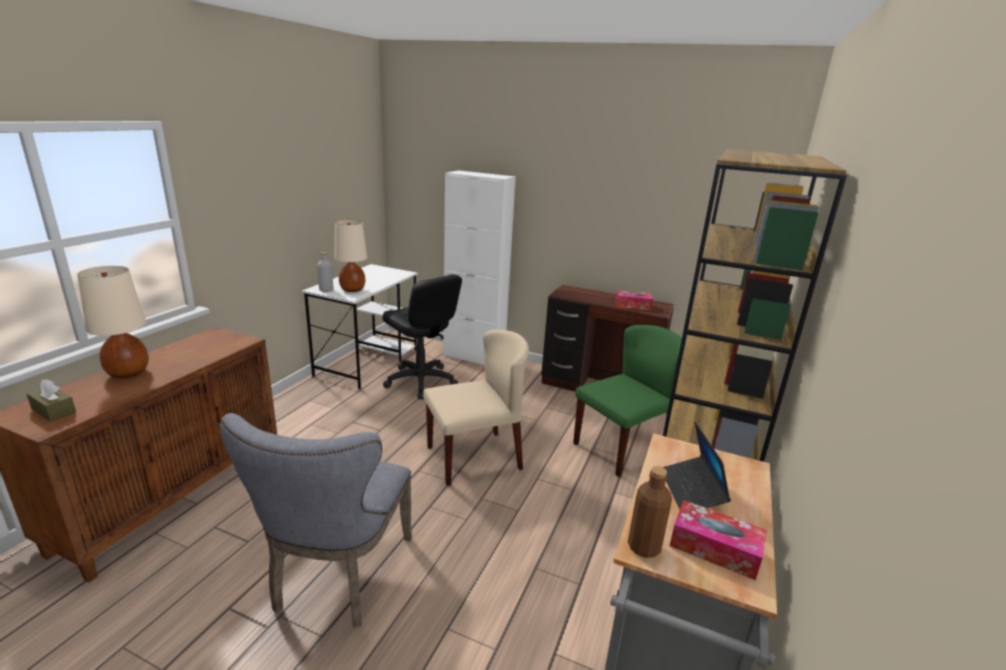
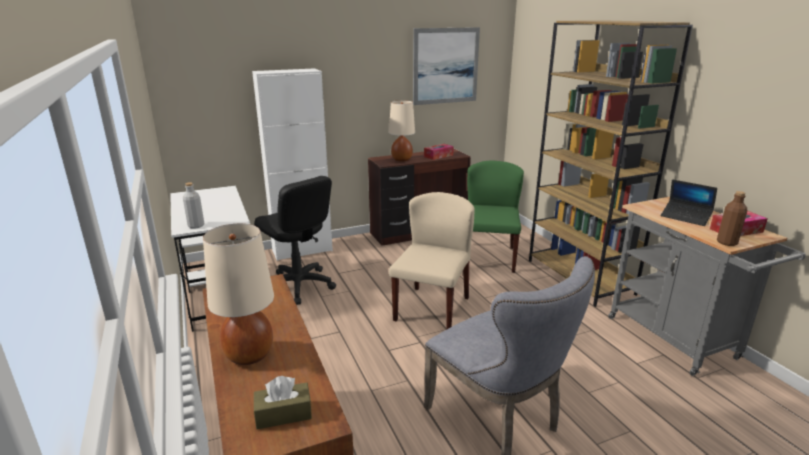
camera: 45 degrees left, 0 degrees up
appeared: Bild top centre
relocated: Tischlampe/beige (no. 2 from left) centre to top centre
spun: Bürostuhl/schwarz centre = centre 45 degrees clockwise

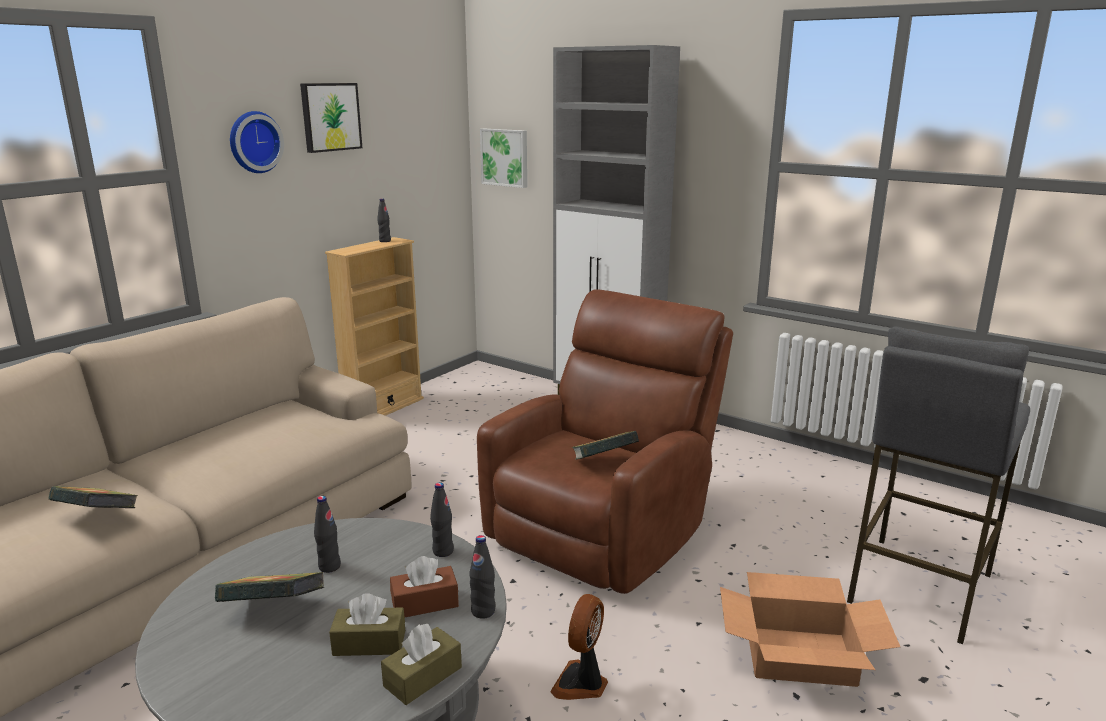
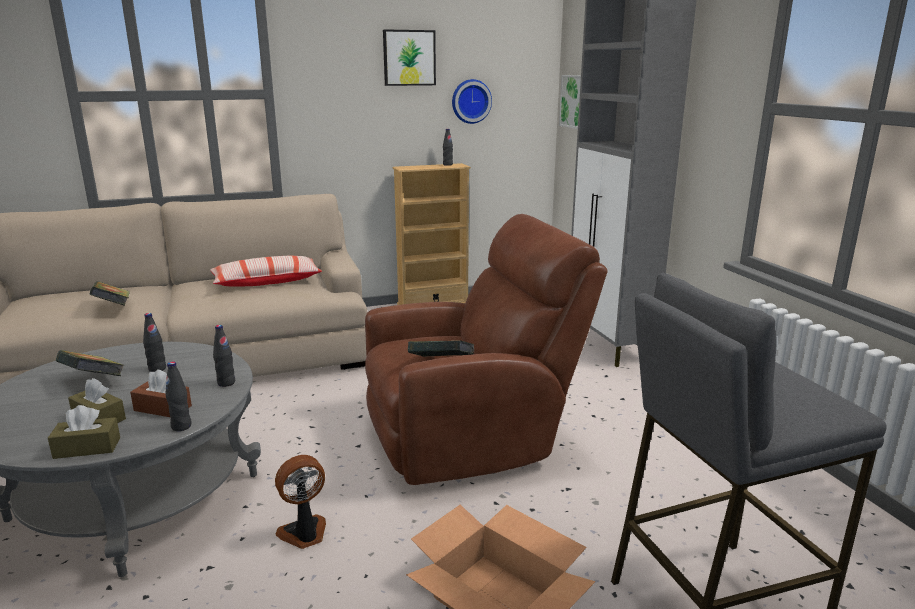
camera: 35 degrees right, 0 degrees up
appeared: Kissen middle left
relocated: Wanduhr top left to top centre

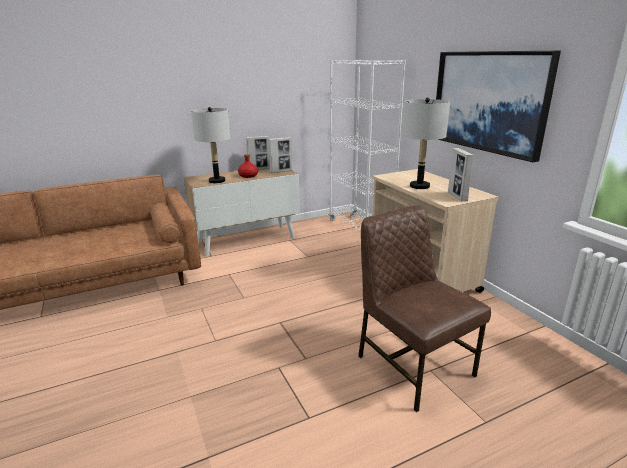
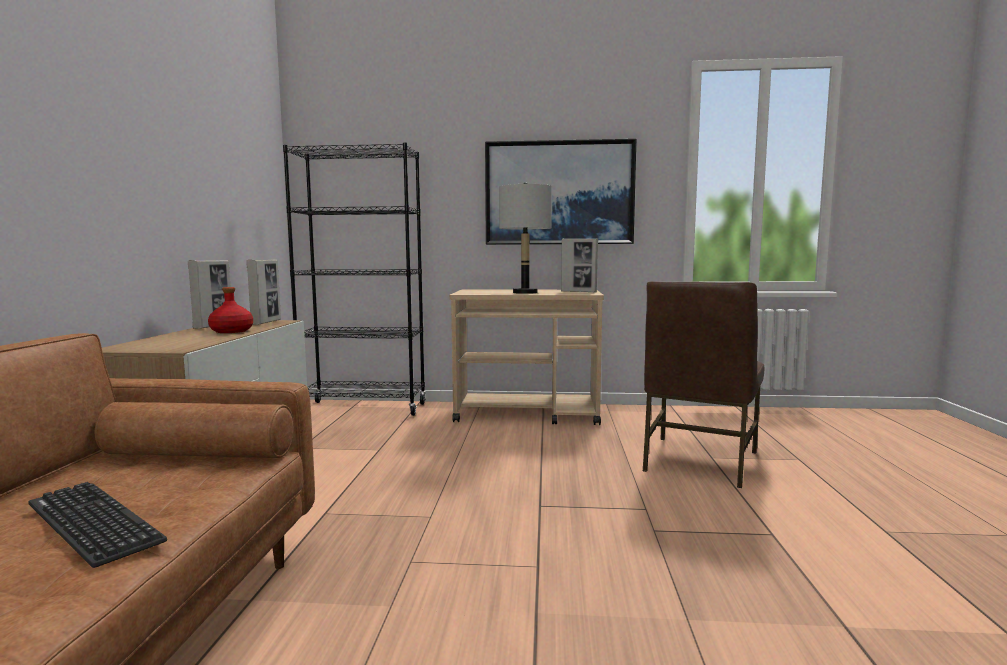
camera: 60 degrees left, 15 degrees down
missing: Tischlampe/grau (no. 1 from left) top centre
appeared: Tastatur bottom left
colour: Bücherregal/weiß top centre to Bücherregal/schwarz centre
spun: Stuhl/braun middle right = middle right 60 degrees counterclockwise

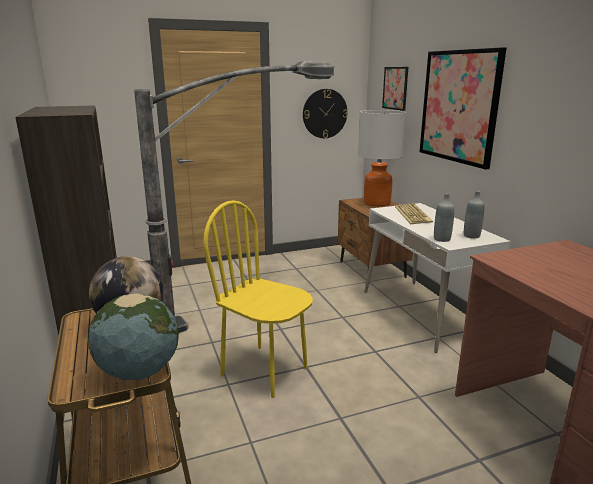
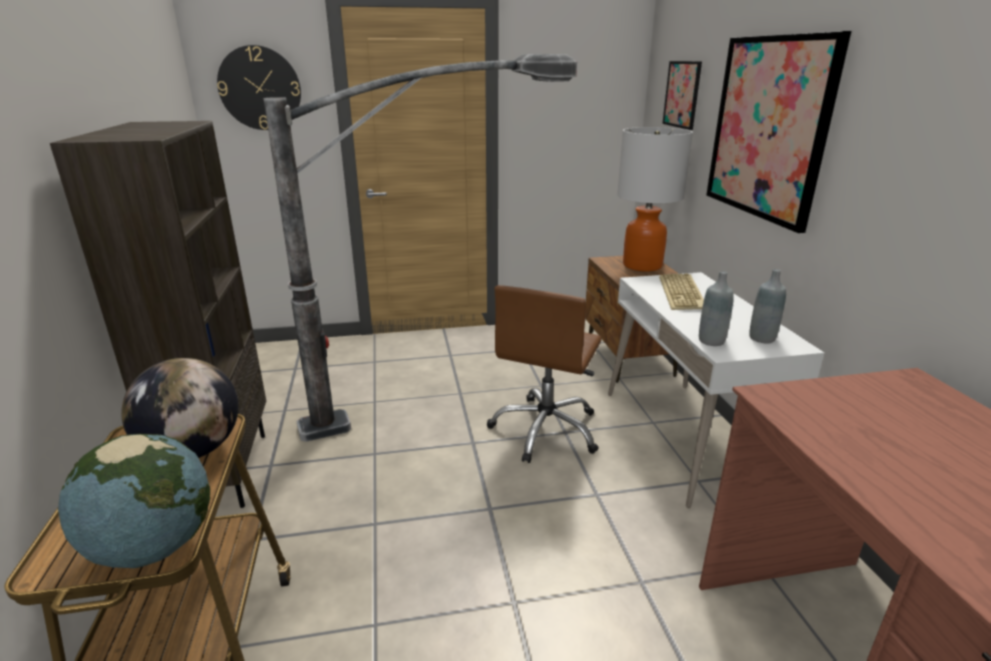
camera: 10 degrees right, 5 degrees up
missing: Stuhl/gelb centre
appeared: Bürostuhl/braun centre
relocated: Wanduhr top centre to top left

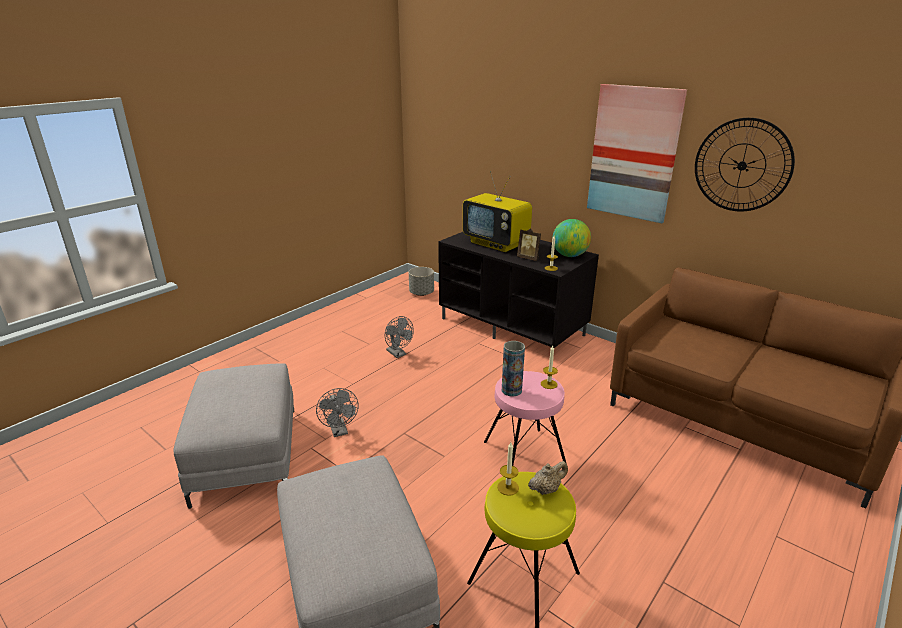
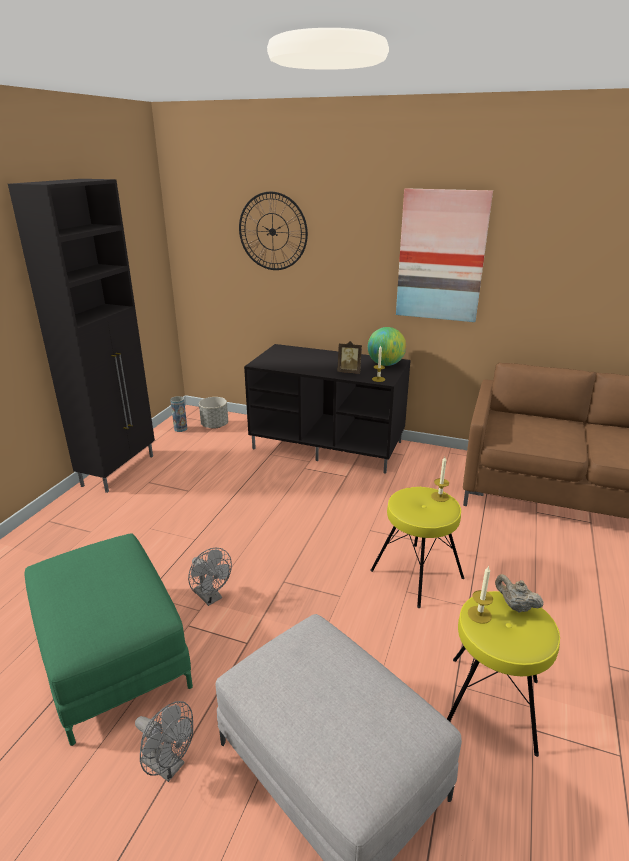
camera: 20 degrees left, 0 degrees up
missing: Fernseher centre
appeared: Schrank/schwarz middle left
relocated: Ventilator/grau (no. 2 from left in the first image) centre to Ventilator/grau (no. 1 from left) bottom left; Vase centre to middle left; Wanduhr top right to top centre
colour: Polsterhocker/grau (no. 1 from left) bottom left to Polsterhocker/grün bottom left; Hocker/rosa centre to Hocker/gelb (no. 1 from left) centre
spun: Teekanne/beige bottom centre = bottom right 90 degrees counterclockwise

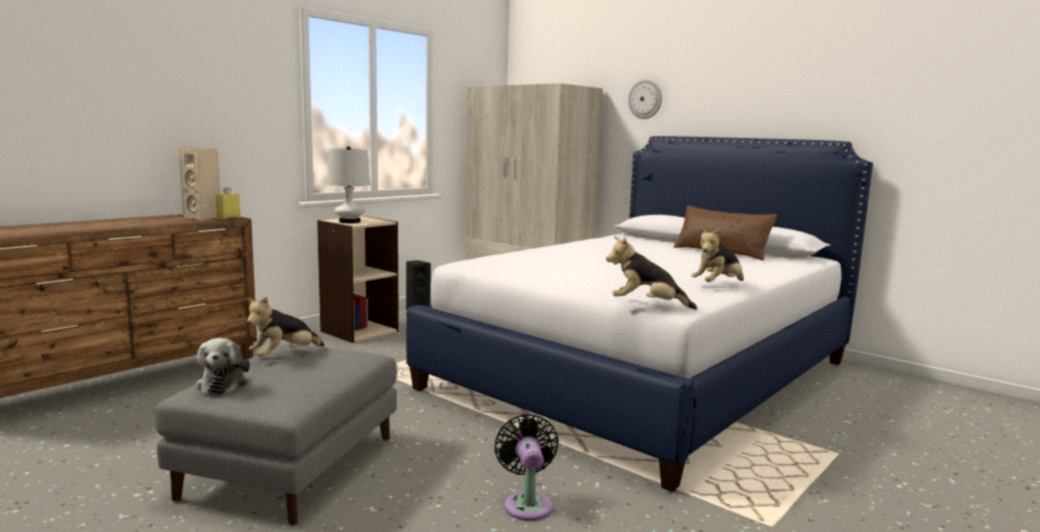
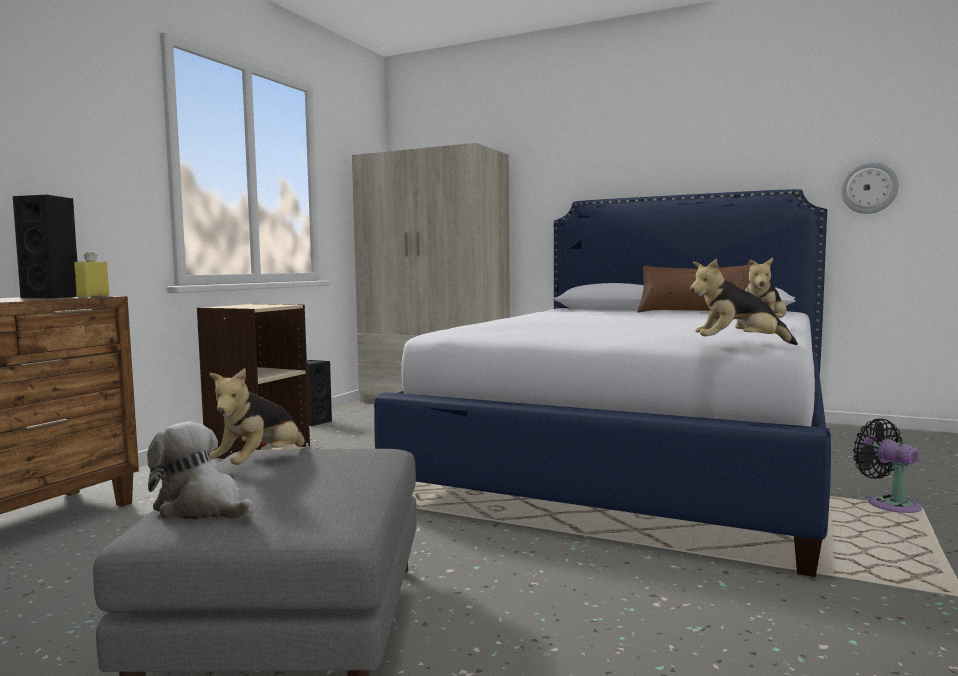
camera: 15 degrees left, 5 degrees down
missing: Tischlampe/weiß centre
relocated: Wanduhr top centre to top right; Ventilator/schwarz bottom centre to bottom right
colour: Lautsprecher/beige middle left to Lautsprecher/schwarz (no. 1 from left) middle left
spun: Plüschtier (no. 1 from left) bottom left = bottom left 150 degrees clockwise

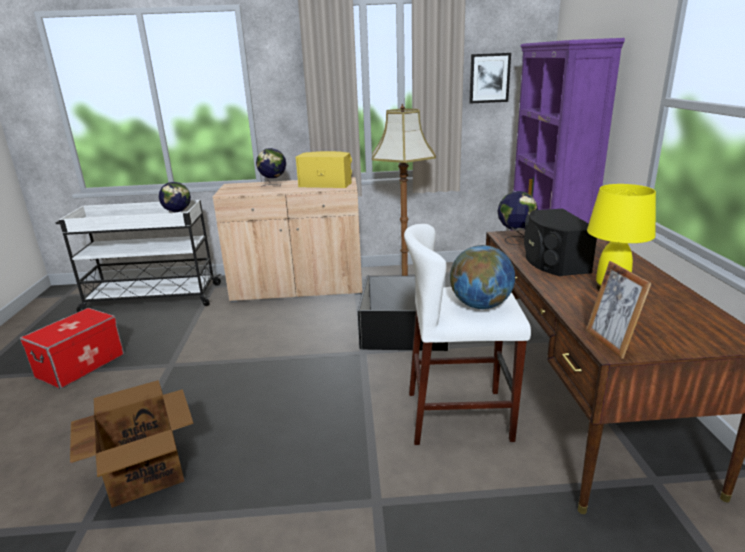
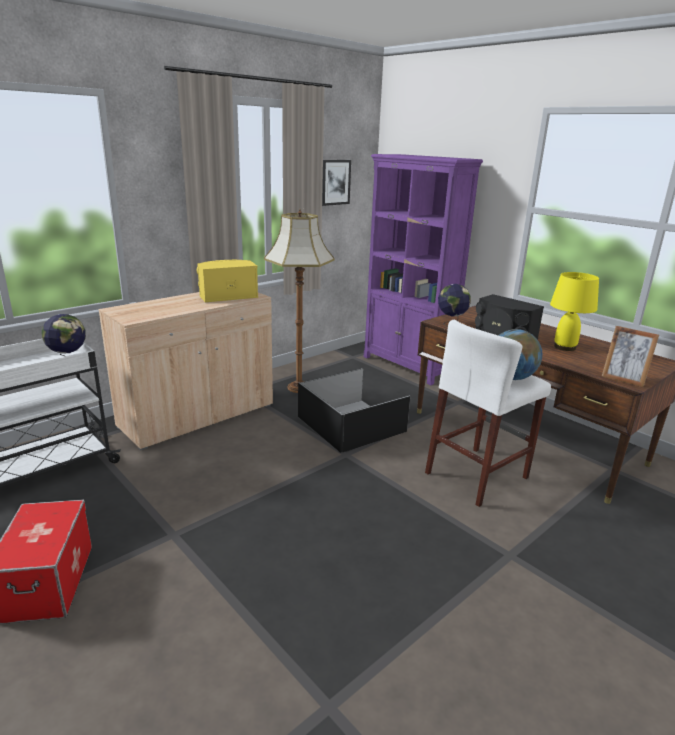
camera: 40 degrees left, 0 degrees up
missing: Karton bottom left; Globus (no. 2 from left) top centre

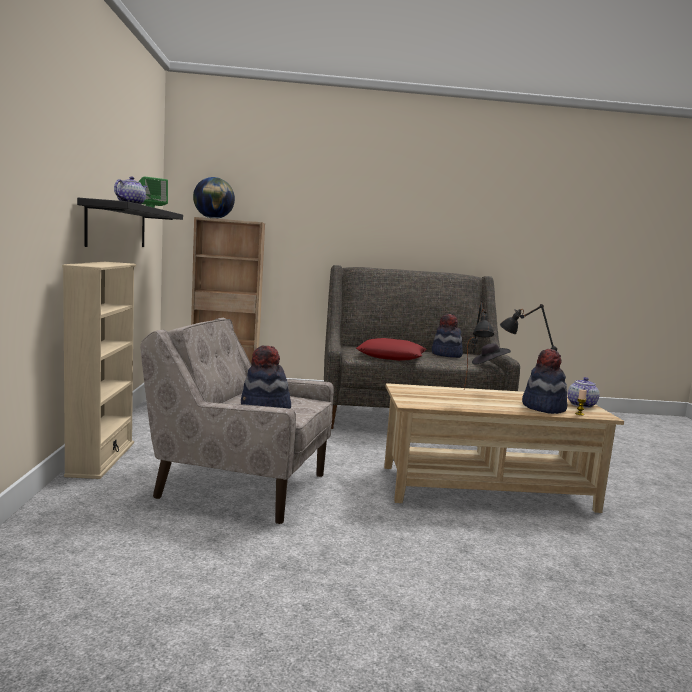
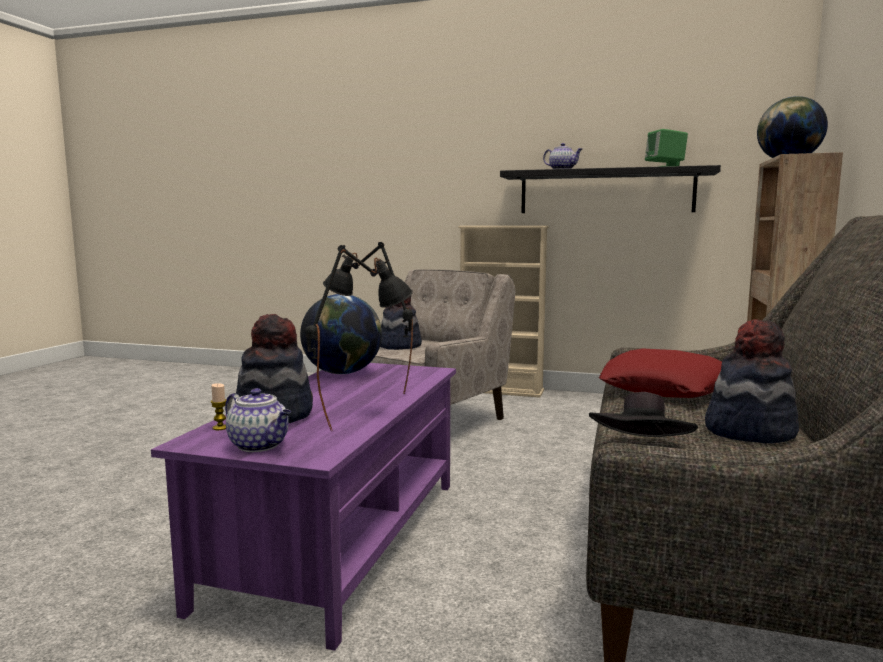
camera: 110 degrees right, 0 degrees up
appeared: Globus (no. 1 from left) centre
colour: Couchtisch/beige middle right to Couchtisch/lila bottom centre

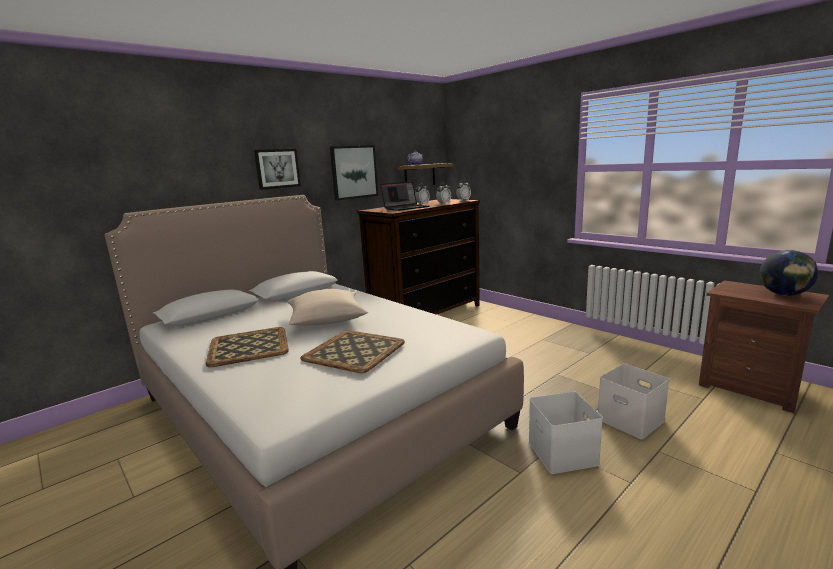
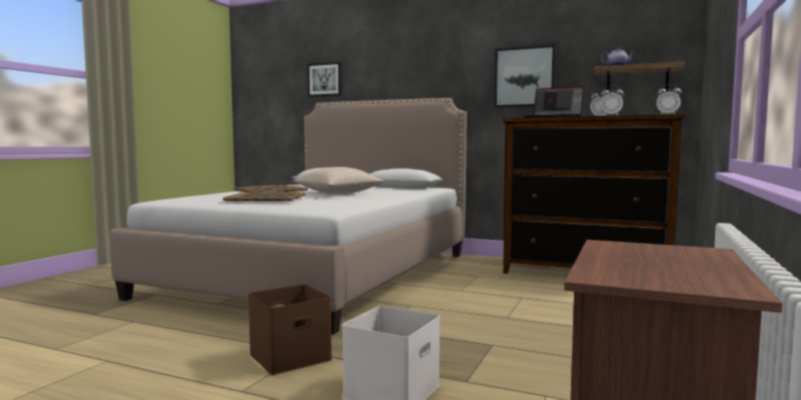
camera: 65 degrees right, 10 degrees down
missing: Globus middle right
relocated: Bild (no. 1 from left) top left to top centre
colour: Aufbewahrungsbox/weiß (no. 1 from left) bottom right to Aufbewahrungsbox/braun bottom centre

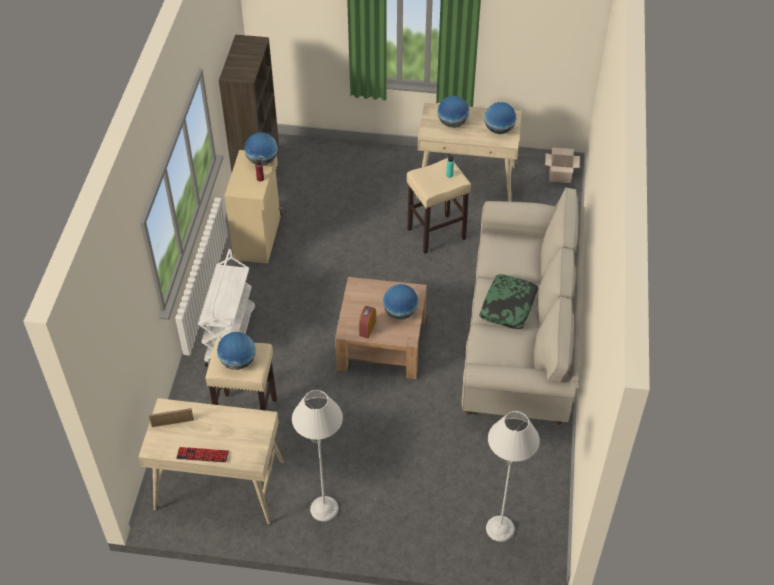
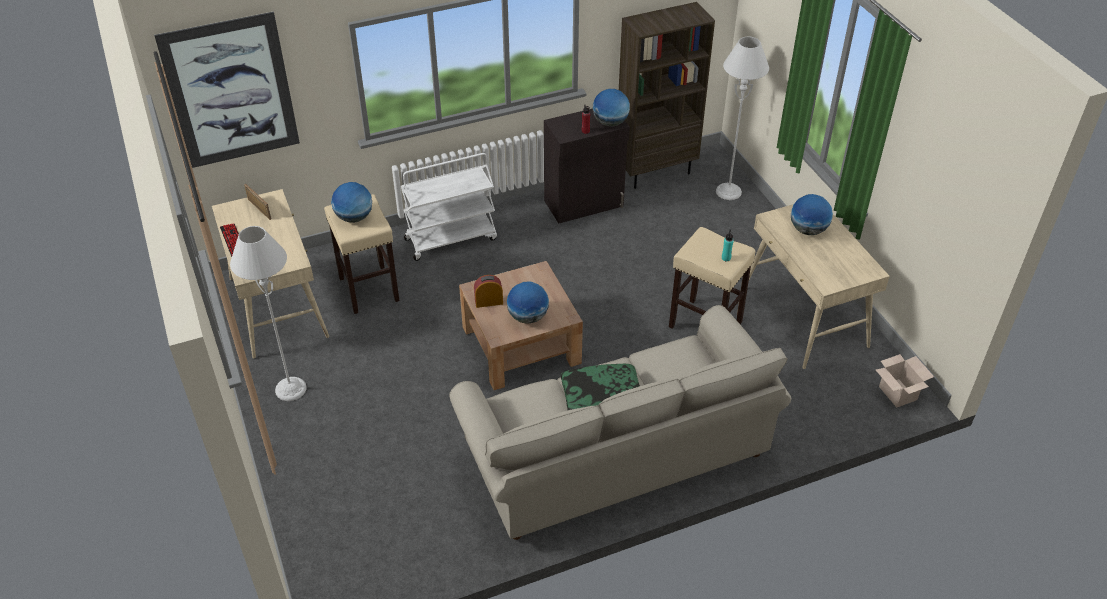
camera: 60 degrees right, 5 degrees down
missing: Globus (no. 5 from left) top centre
appeared: Bild top left
relocated: Stehlampe/grau (no. 2 from left) bottom centre to top right
colour: Schrank/beige middle left to Schrank/schwarz top centre

